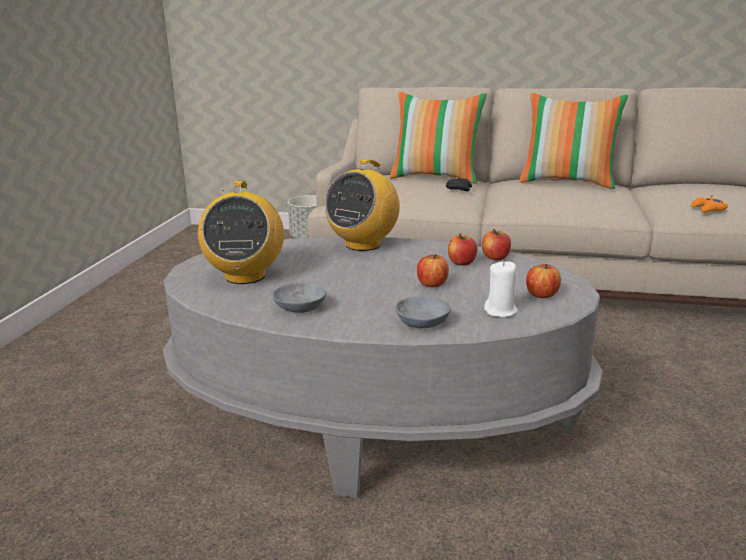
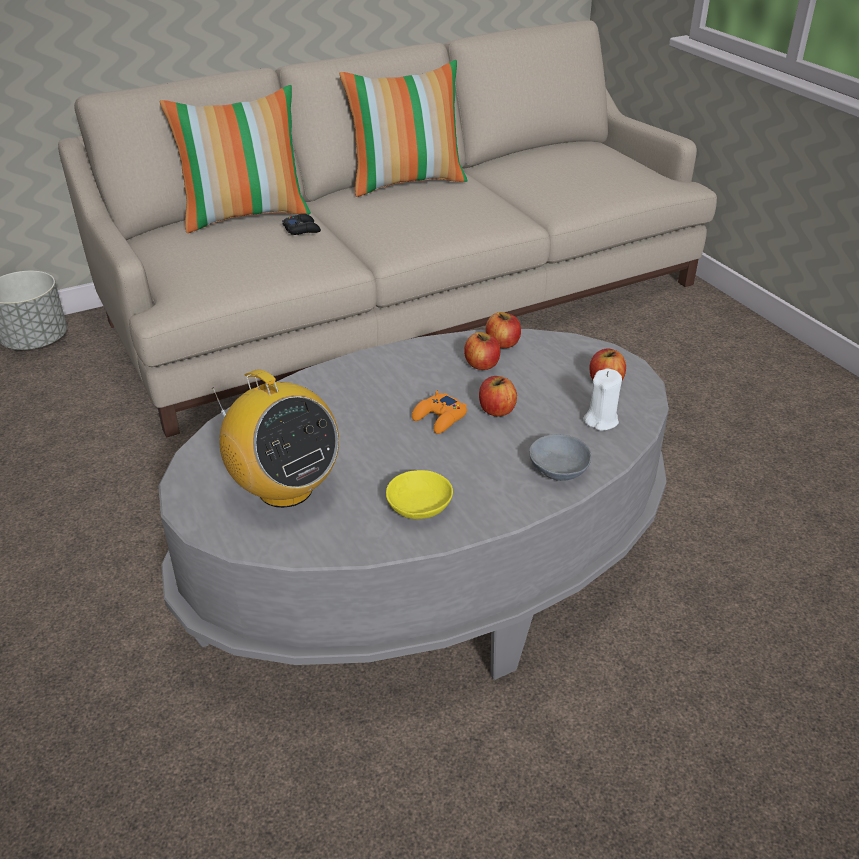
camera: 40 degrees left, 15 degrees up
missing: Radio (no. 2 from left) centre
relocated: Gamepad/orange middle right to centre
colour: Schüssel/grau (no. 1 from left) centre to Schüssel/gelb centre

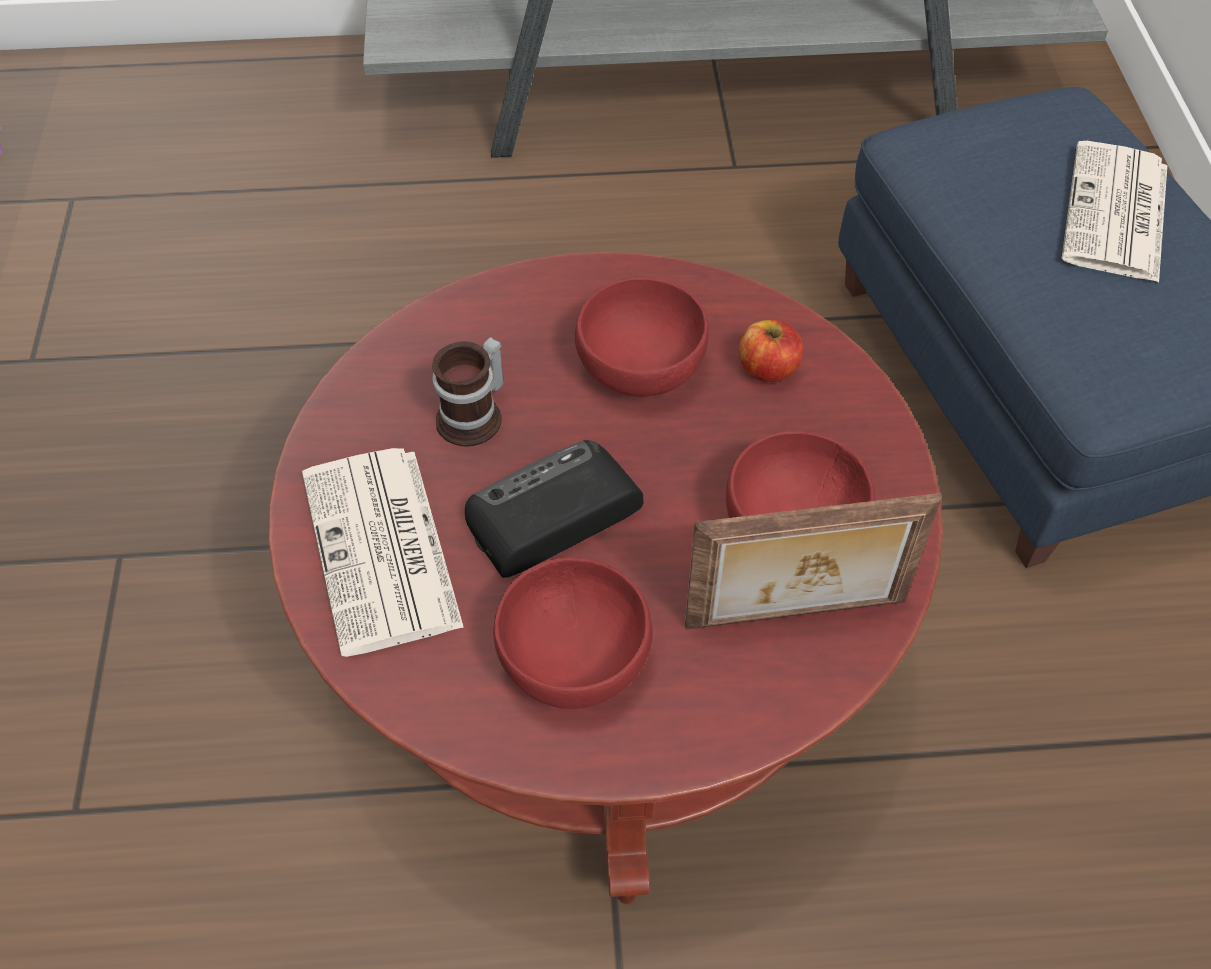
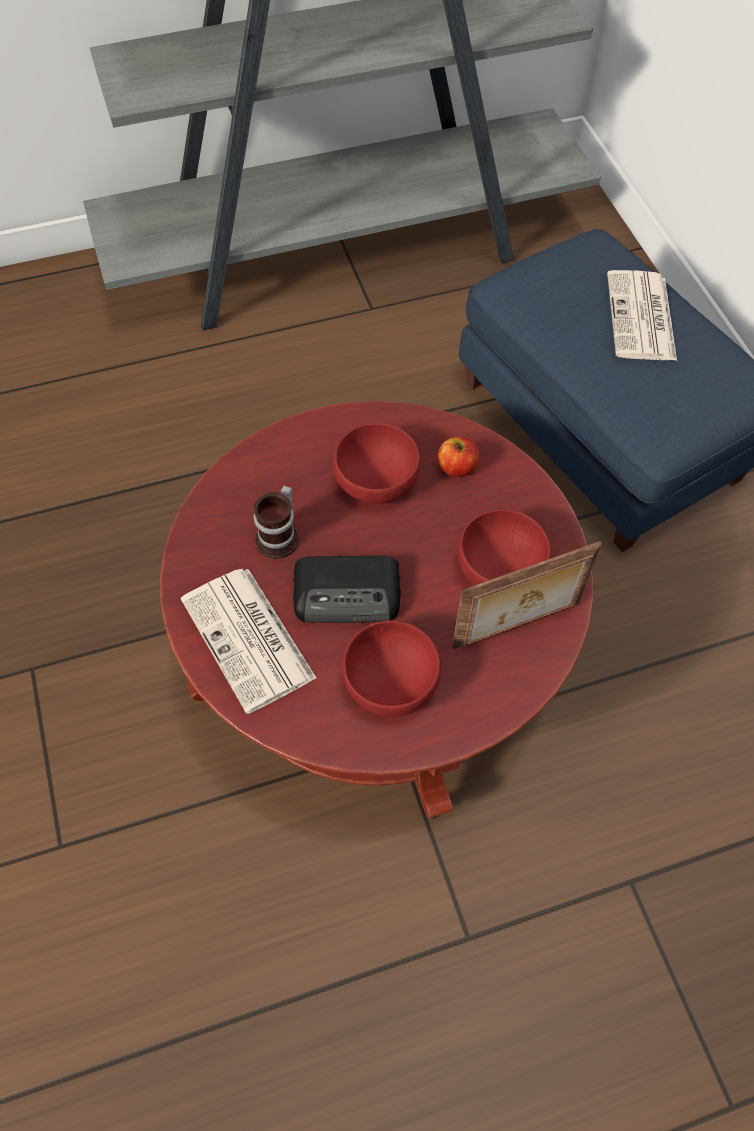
camera: 15 degrees left, 5 degrees up
spun: Radio centre = centre 135 degrees counterclockwise

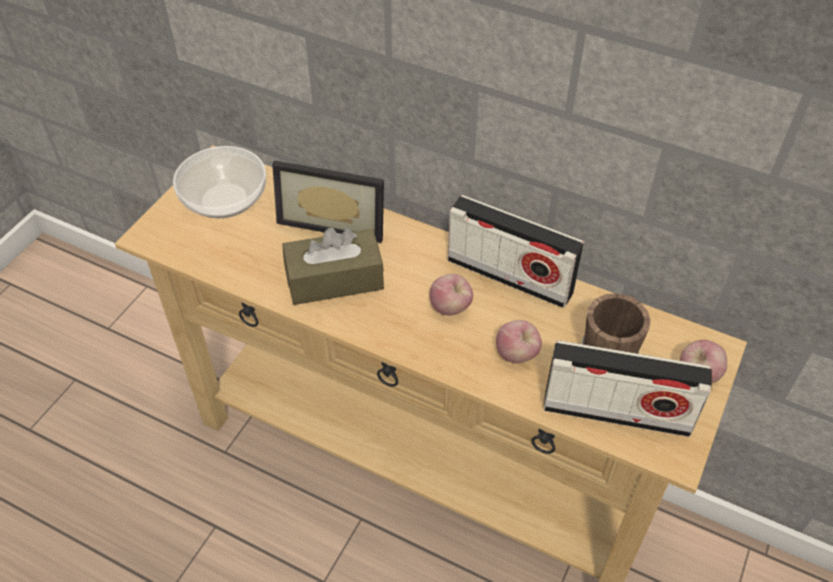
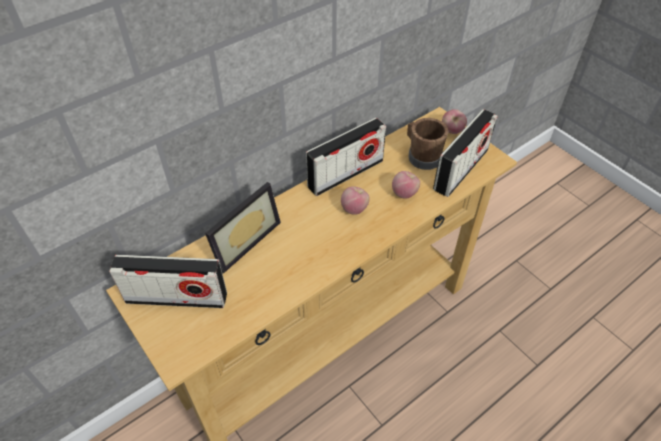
camera: 65 degrees left, 0 degrees up
missing: Taschentuchbox/braun centre
exchanged: Schüssel top left to Radio (no. 1 from left) middle left

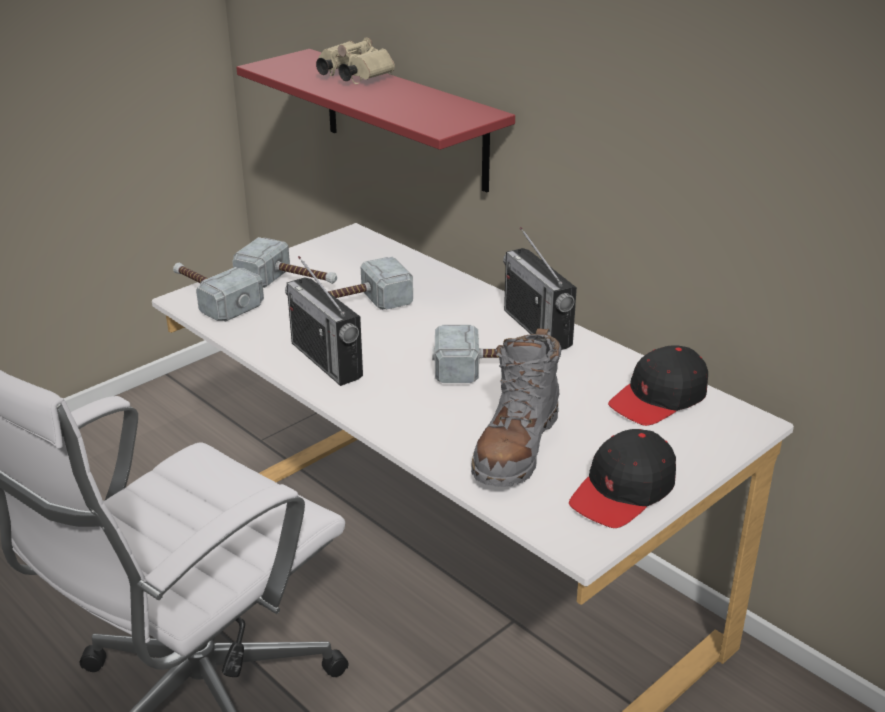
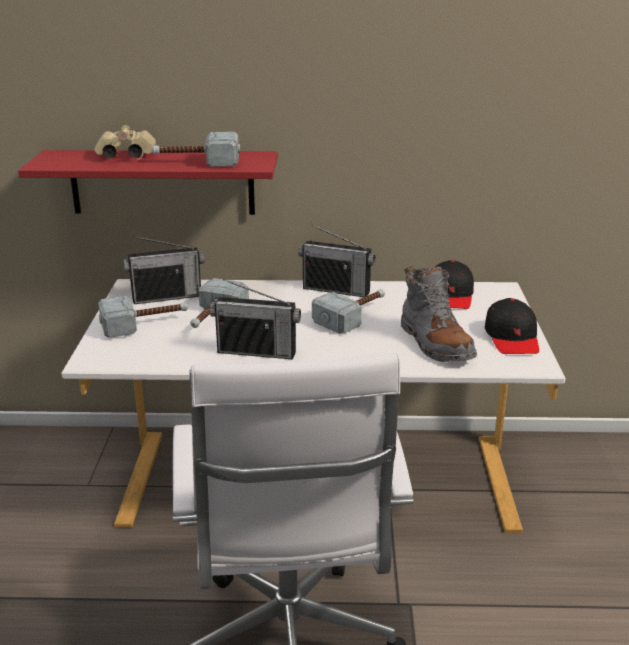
camera: 45 degrees left, 5 degrees down
appeared: Radio (no. 1 from left) middle left
relocated: Hammer (no. 1 from left in the first image) middle left to Hammer (no. 2 from left) top left

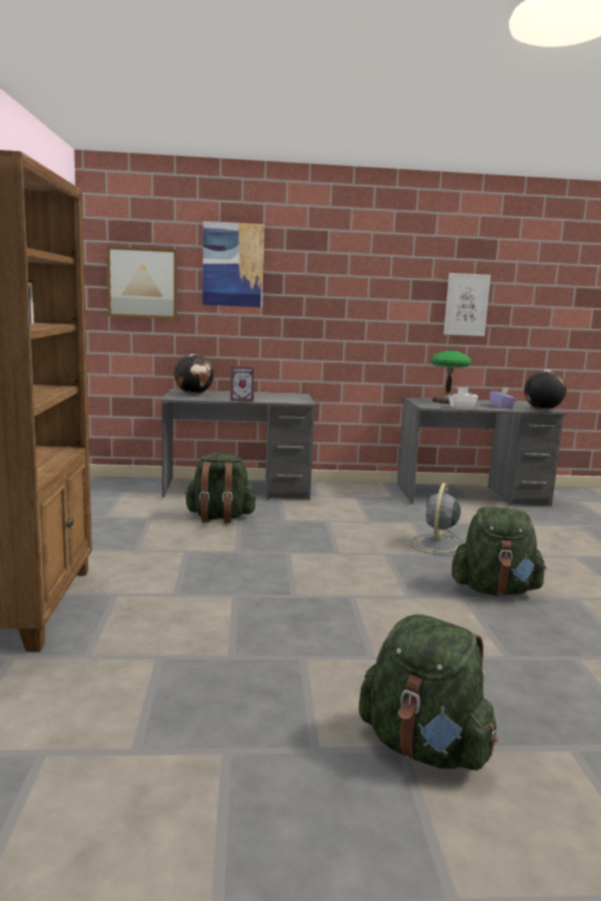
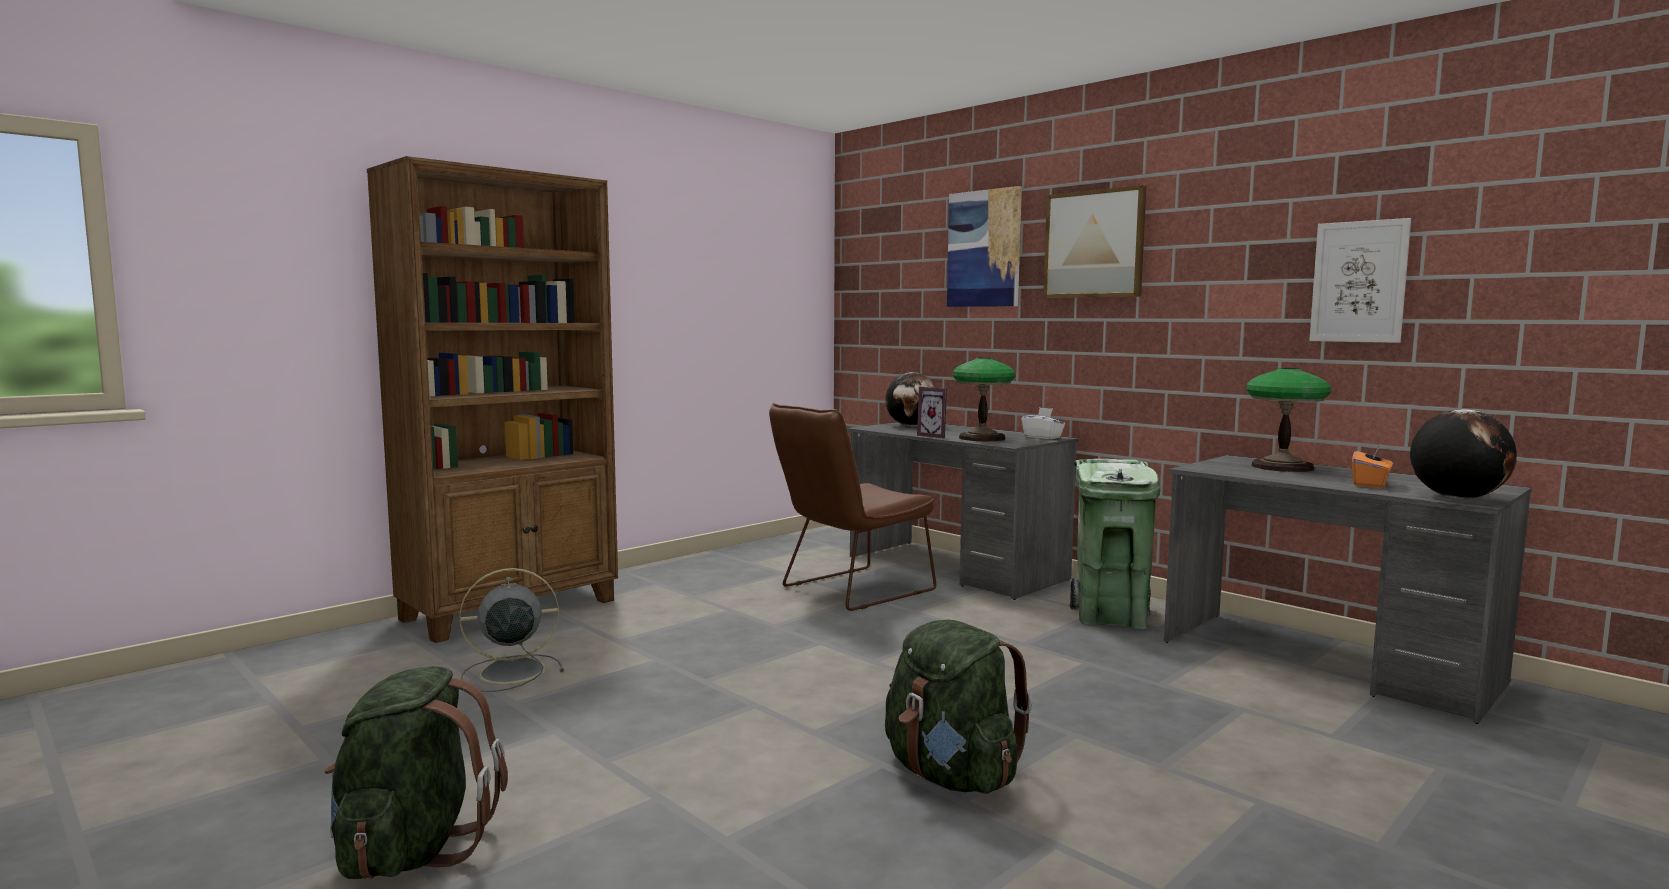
camera: 50 degrees right, 5 degrees down
appeared: Tischlampe (no. 1 from left) centre; Mülleimer/grün middle right
relocated: Ventilator/grau middle right to bottom left; Taschentuchbox/weiß middle right to centre; Bild (no. 1 from left in the first image) top left to Bild (no. 2 from left) top centre
exchanged: Rucksack/grün (no. 1 from left) centre to Stuhl/braun centre
colour: Taschentuchbox/lila middle right to Taschentuchbox/orange middle right

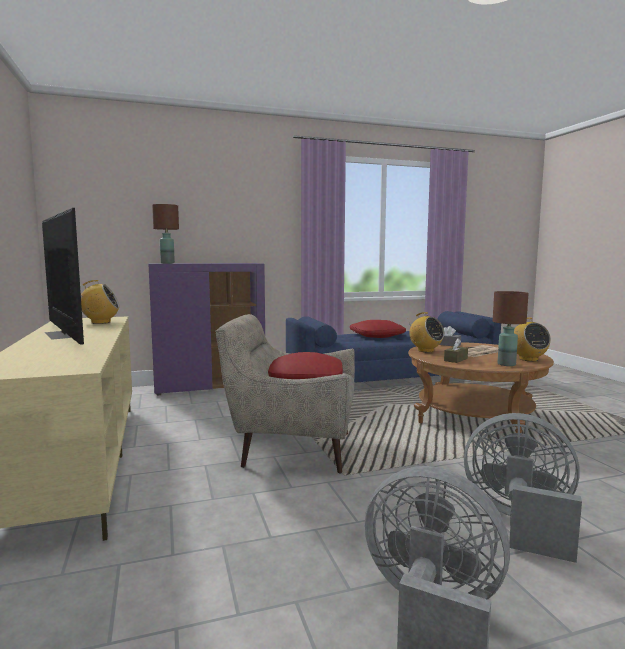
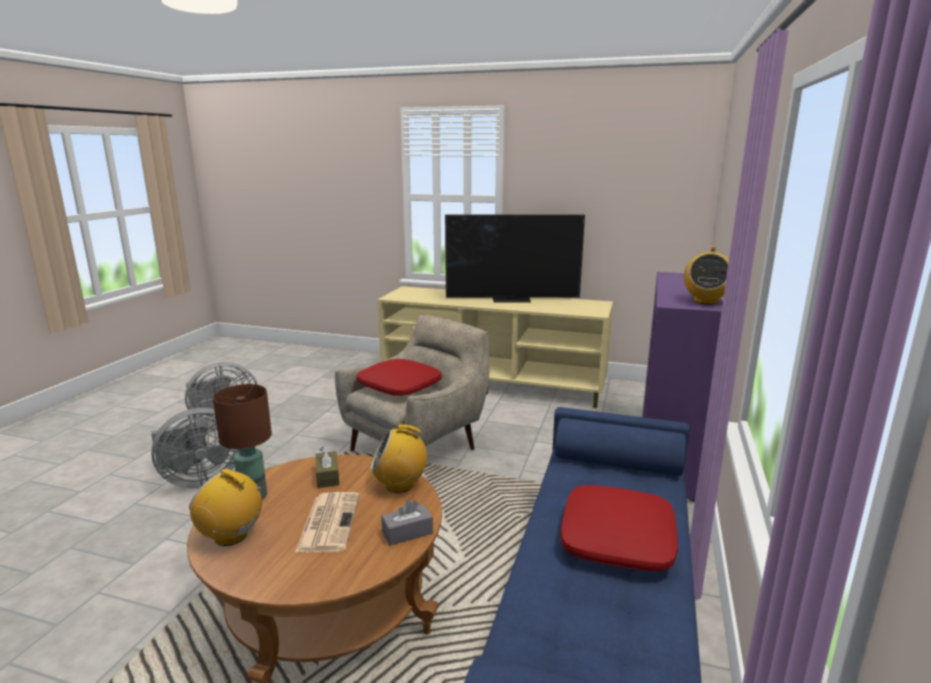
camera: 125 degrees right, 10 degrees up
missing: Tischlampe/braun (no. 1 from left) middle left
relocated: Radio (no. 1 from left in the first image) middle left to Radio (no. 3 from left) middle right

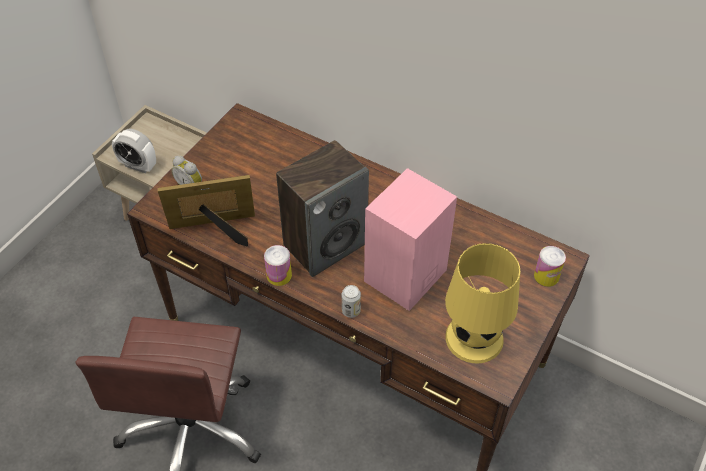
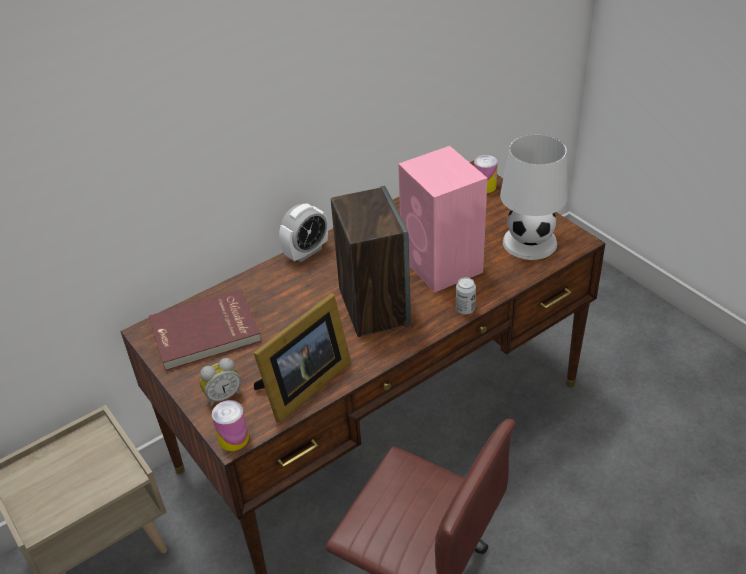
camera: 65 degrees left, 10 degrees down
appeared: Buch/rot middle left
relocated: Dose (no. 1 from left) centre to bottom left; Wecker (no. 1 from left in the first image) top left to Wecker (no. 2 from left) centre
colour: Tischlampe/gelb middle right to Tischlampe/weiß middle right
spun: Bilderrahmen middle left = centre 150 degrees counterclockwise

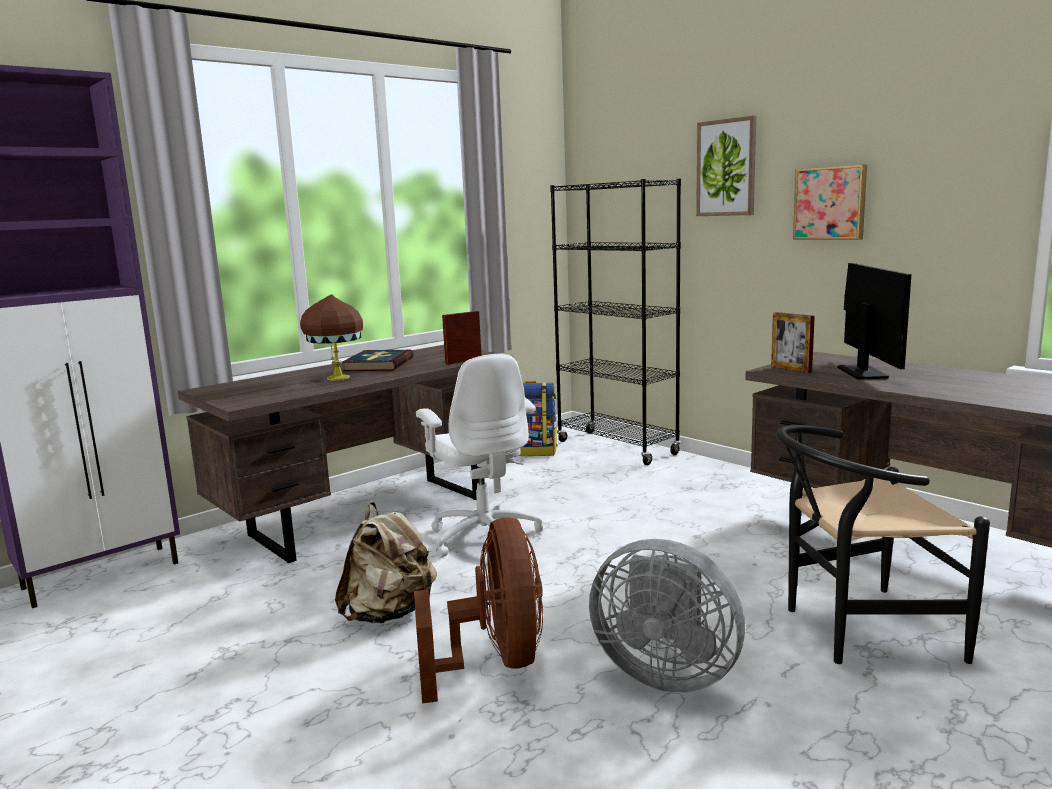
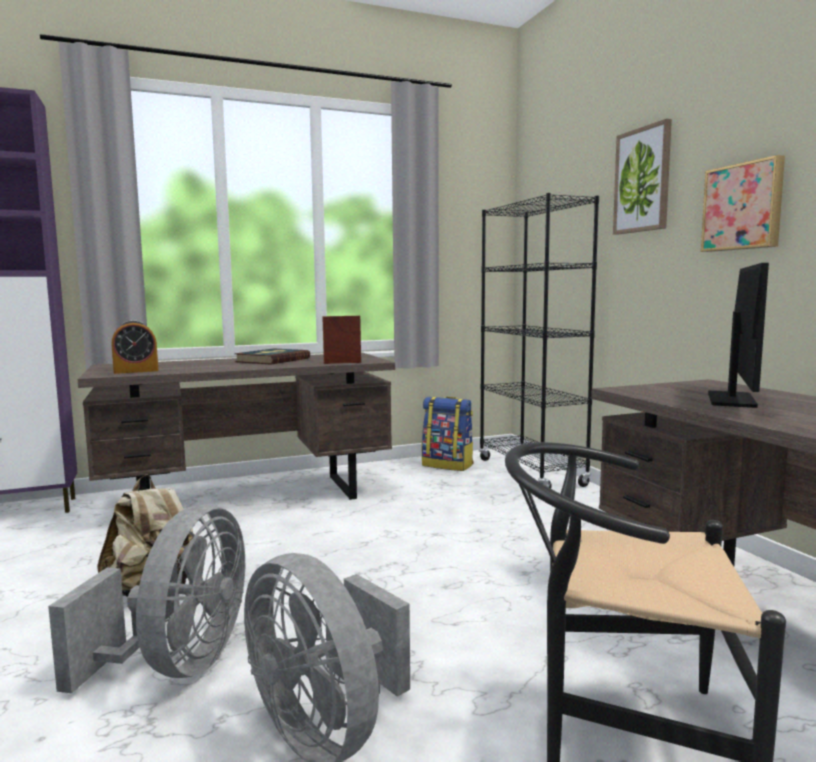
camera: 20 degrees right, 5 degrees down
missing: Tischlampe/braun middle left; Bürostuhl/weiß centre; Bilderrahmen (no. 2 from left) middle right
appeared: Wecker middle left
colour: Ventilator/braun bottom centre to Ventilator/grau (no. 1 from left) bottom left

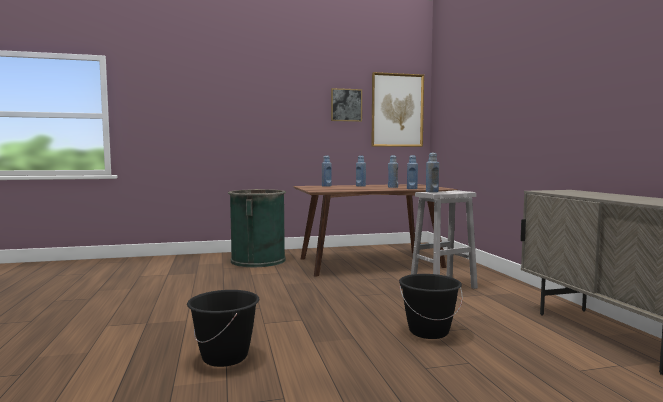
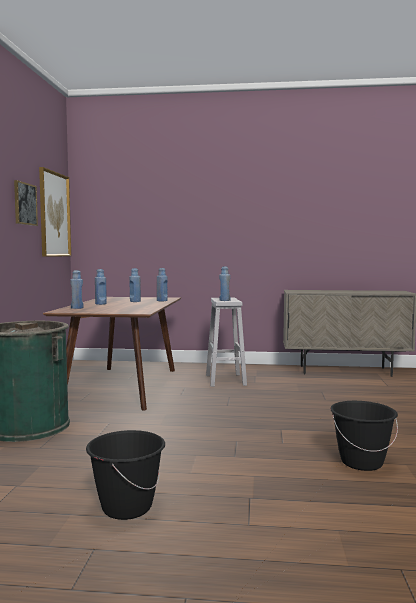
camera: 70 degrees left, 0 degrees up
relocated: Eimer/schwarz (no. 2 from left in the first image) bottom centre to Eimer/schwarz (no. 1 from left) bottom left

